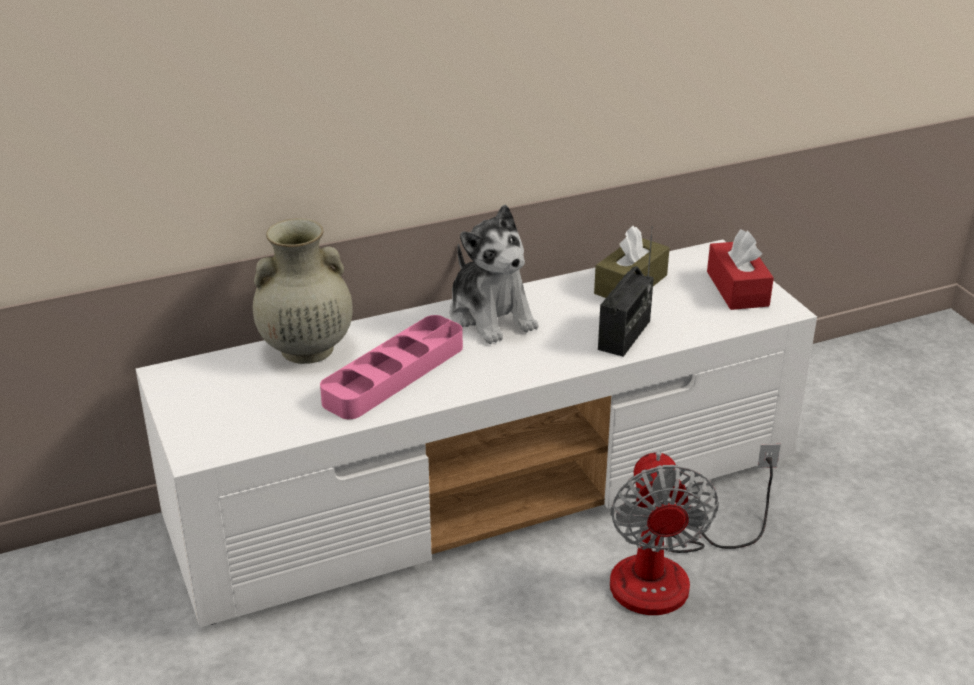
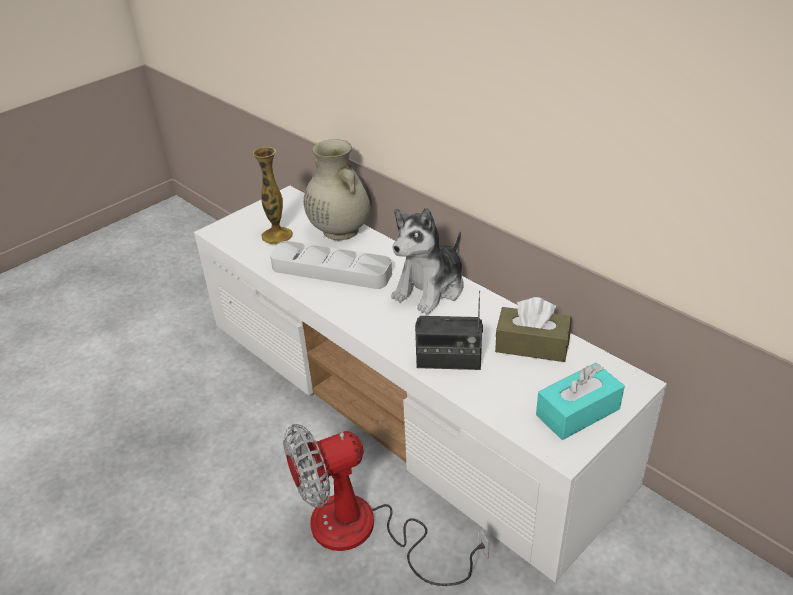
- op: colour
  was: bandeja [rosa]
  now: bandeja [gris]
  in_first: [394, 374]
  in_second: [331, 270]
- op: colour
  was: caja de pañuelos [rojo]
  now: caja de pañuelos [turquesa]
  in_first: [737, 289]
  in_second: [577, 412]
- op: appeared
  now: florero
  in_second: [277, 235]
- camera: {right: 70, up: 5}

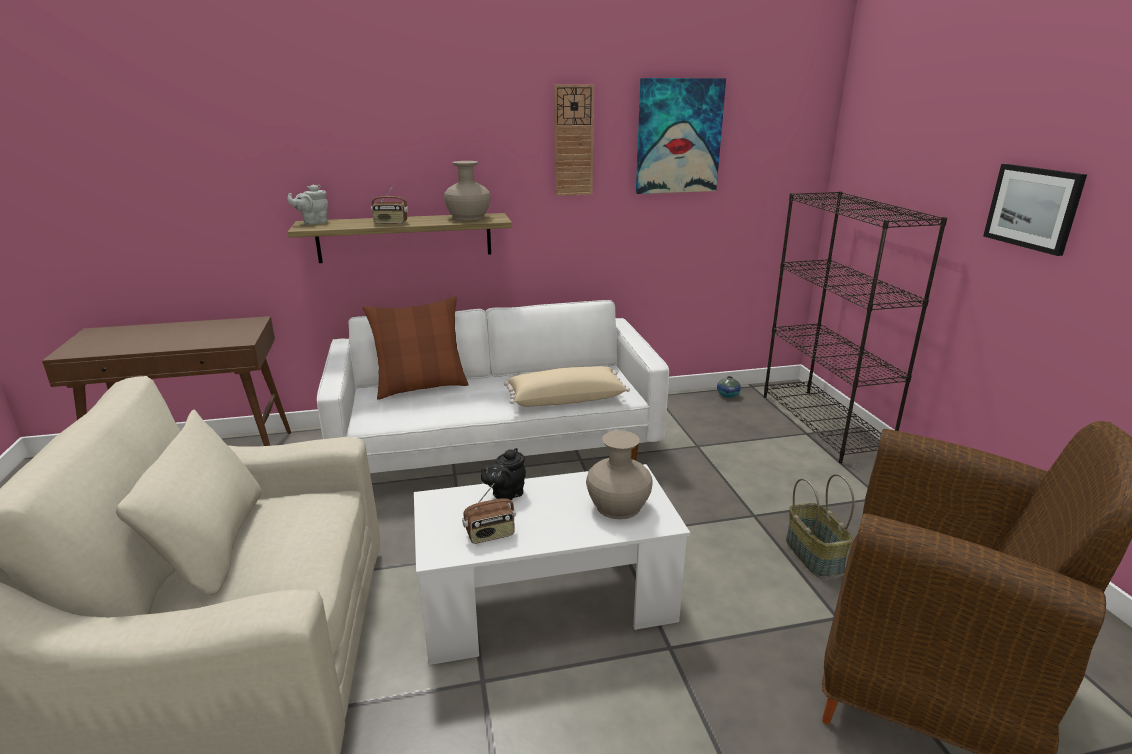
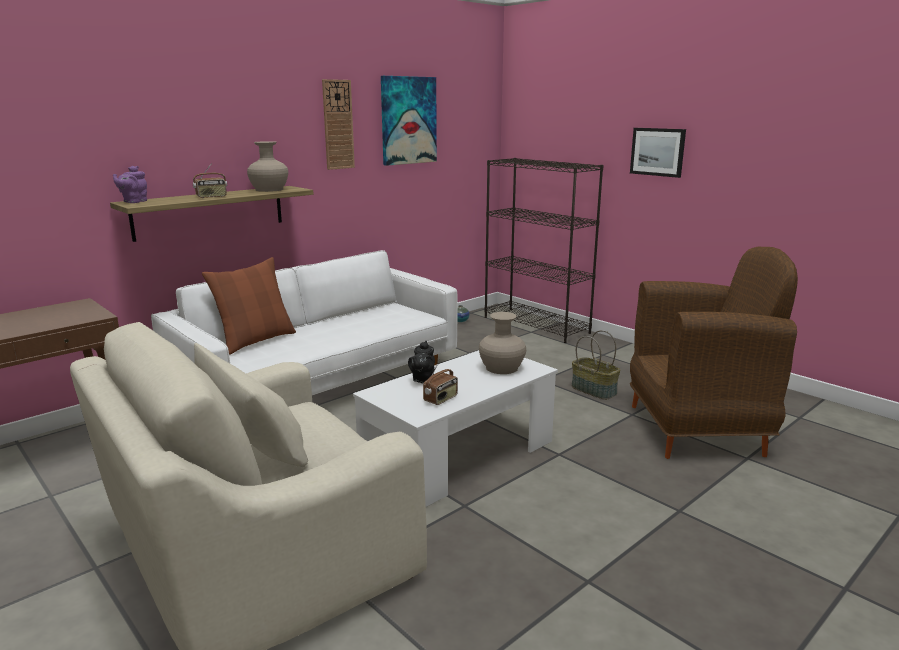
- op: colour
  was: tetera [gris]
  now: tetera [morado]
  in_first: [313, 222]
  in_second: [133, 201]
- op: missing
  was: cojín [beis]
  in_first: [565, 399]
- camera: {right: -30, up: -5}

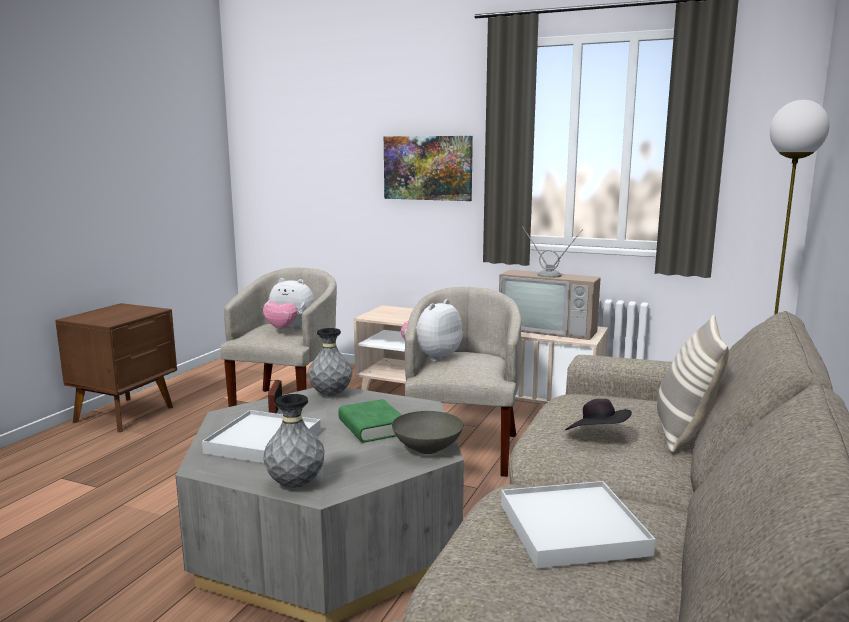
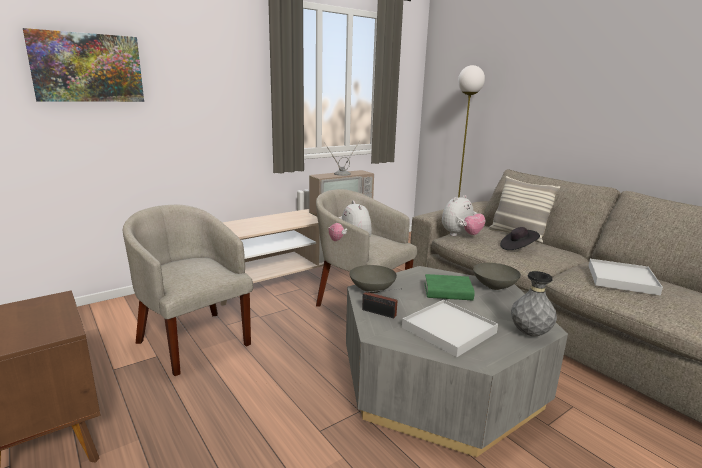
- op: relocated
  was: peluche
  in_first: [289, 330]
  in_second: [460, 235]
- op: exchanged
  was: florero [gris]
  now: cuenco [gris]
  in_first: [331, 394]
  in_second: [372, 290]
- op: relocated
  was: cuadro
  in_first: [428, 168]
  in_second: [87, 68]
- camera: {right: -60, up: 5}

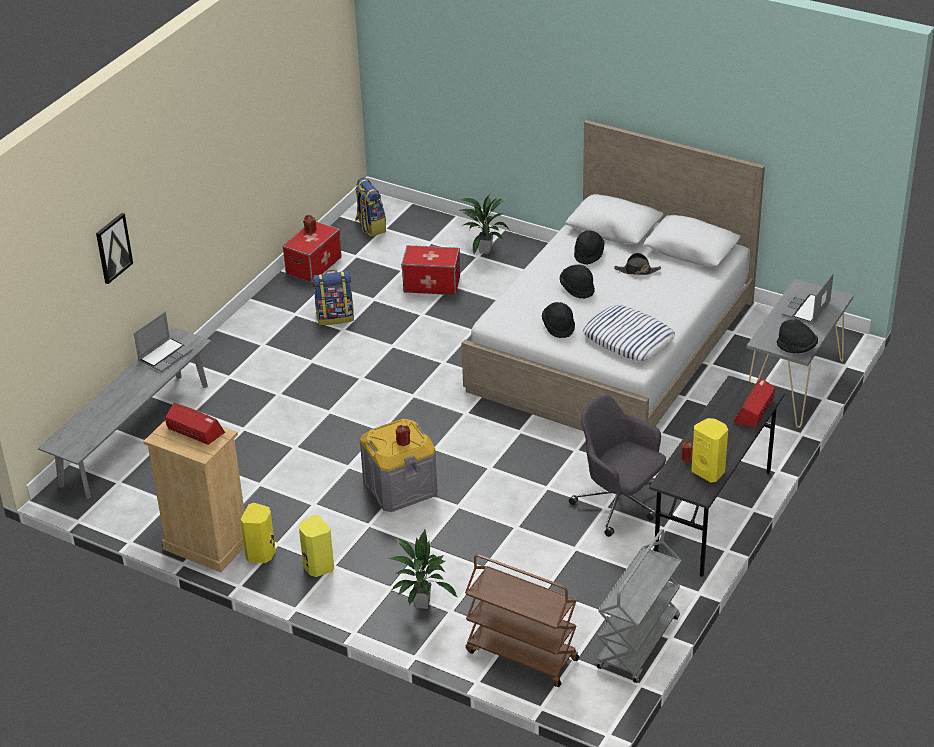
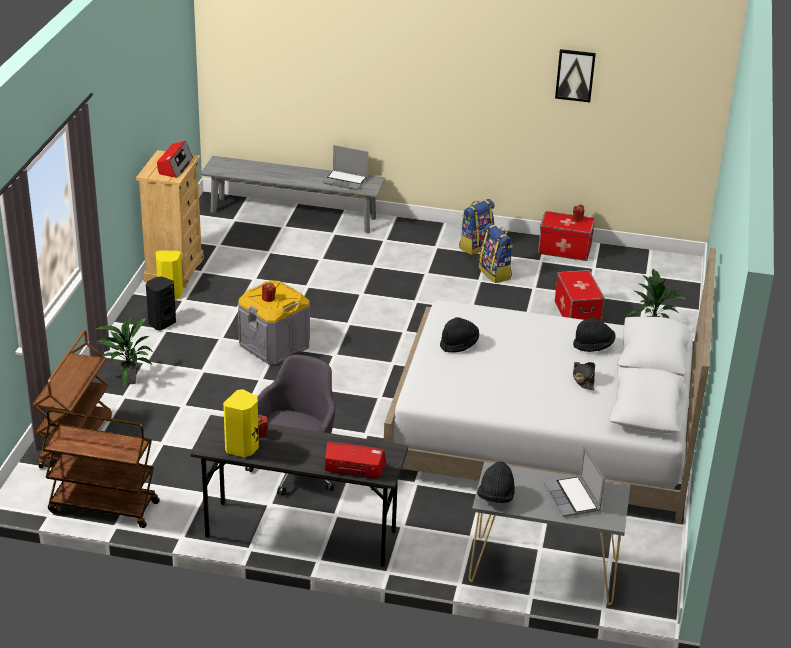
- op: relocated
  was: cuadro
  in_first: [113, 248]
  in_second: [575, 75]
- op: colour
  was: altavoz [amarillo]
  now: altavoz [negro]
  in_first: [317, 567]
  in_second: [161, 323]
- op: relocated
  was: mochila
  in_first: [370, 227]
  in_second: [476, 246]
- op: missing
  was: sombrero [negro]
  in_first: [577, 289]
- op: missing
  was: cojín
  in_first: [628, 339]
- op: colour
  was: carrito [gris]
  now: carrito [marrón]
  in_first: [638, 644]
  in_second: [103, 507]
- op: spun
  was: portátil
  in_first: [806, 310]
  in_second: [573, 498]
  clockwise: -120
- camera: {right: 70, up: -5}

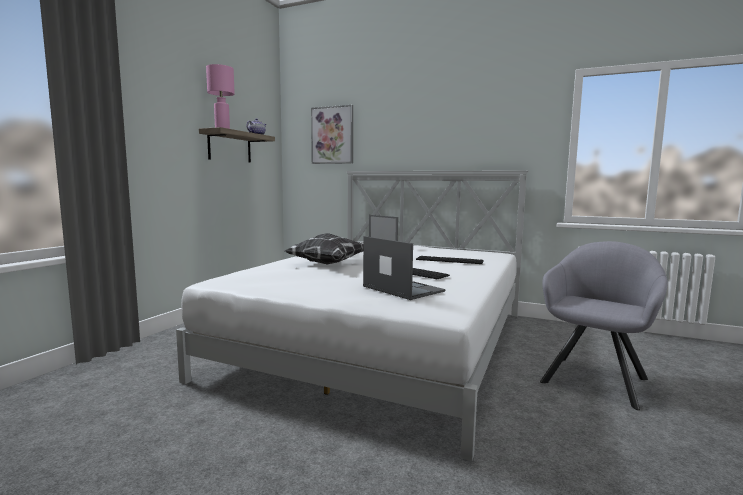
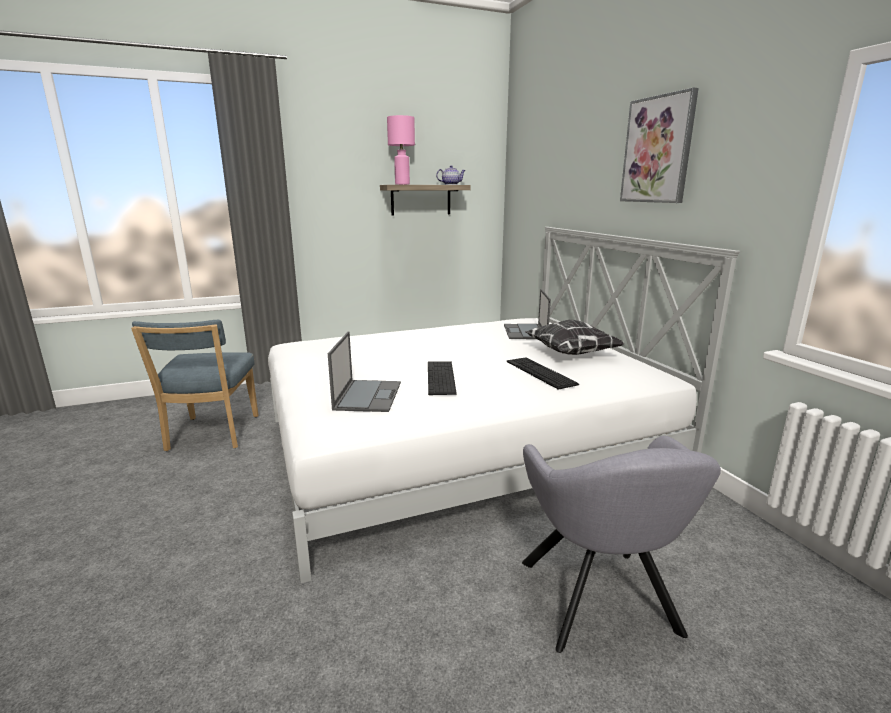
- op: relocated
  was: cojín
  in_first: [327, 264]
  in_second: [571, 353]
- op: relocated
  was: cuadro
  in_first: [332, 135]
  in_second: [657, 150]
- op: spun
  was: sillón [gris]
  in_first: [596, 378]
  in_second: [600, 603]
  clockwise: 90
- op: appeared
  now: silla [azul]
  in_second: [211, 435]
- camera: {right: 45, up: 10}

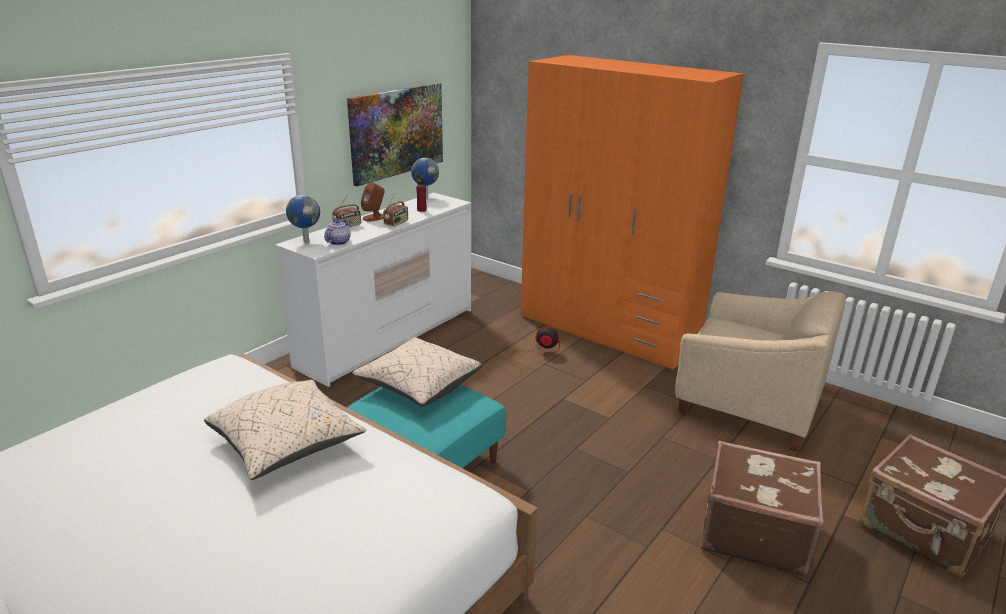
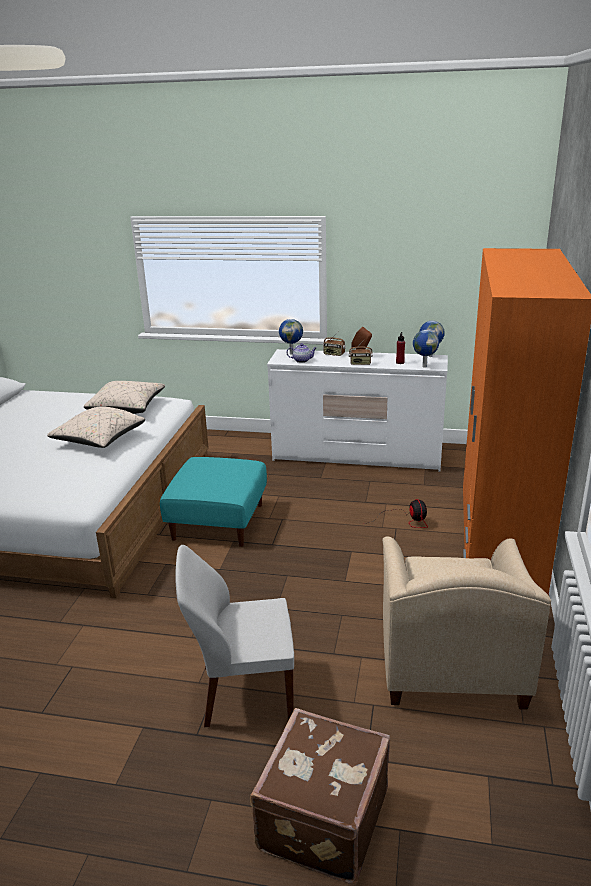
- op: missing
  was: cuadro
  in_first: [397, 132]
- op: relocated
  was: cojín [beis]
  in_first: [419, 385]
  in_second: [127, 408]
- op: exchanged
  was: maleta [marrón]
  now: silla [blanco]
  in_first: [753, 532]
  in_second: [243, 691]
- op: appeared
  now: globo terráqueo
  in_second: [424, 366]
- camera: {right: 65, up: 0}

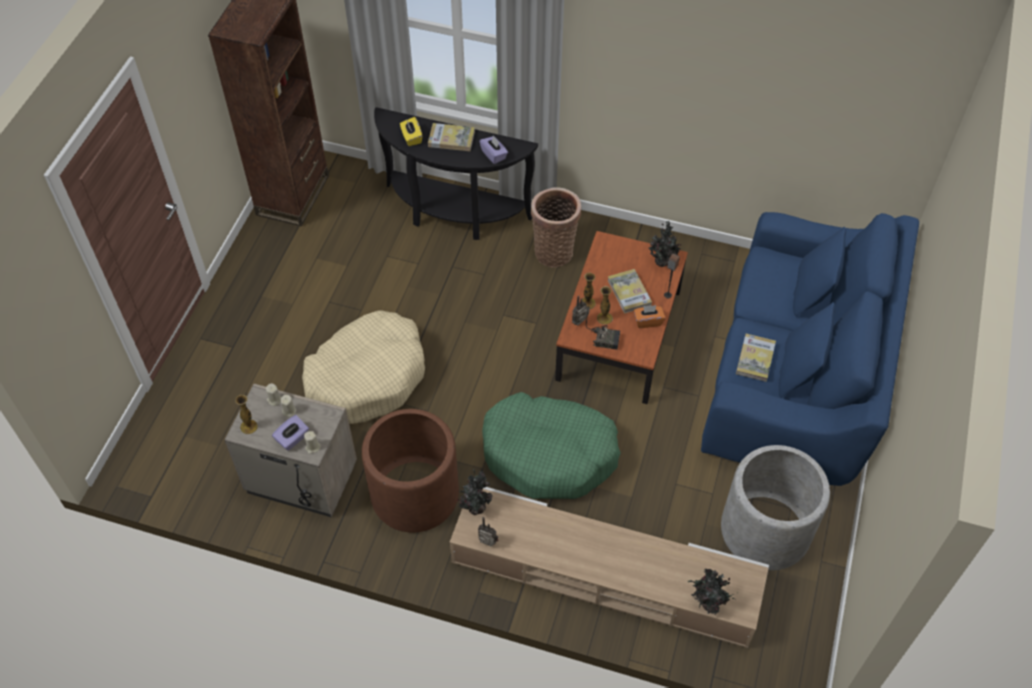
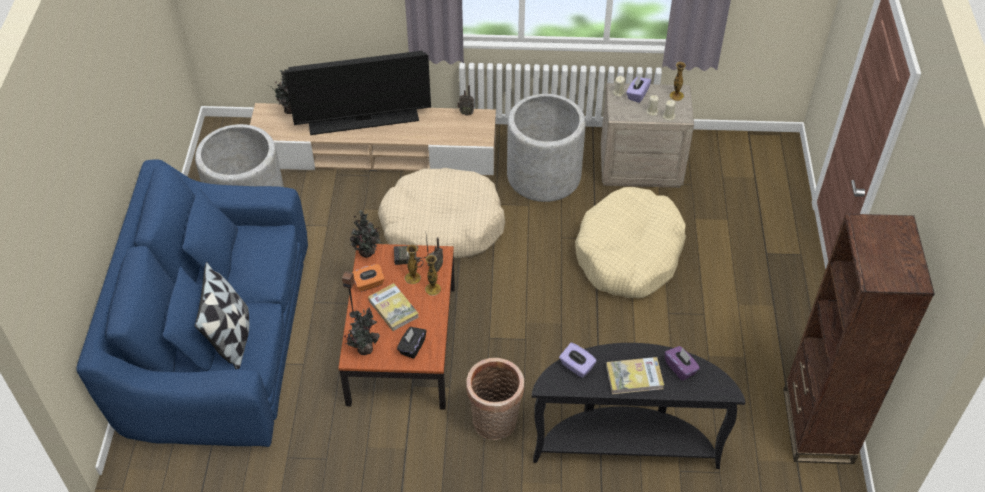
- op: colour
  was: maceta [marrón]
  now: maceta [gris]
  in_first: [414, 494]
  in_second: [544, 175]
- op: colour
  was: caja de pañuelos [amarillo]
  now: caja de pañuelos [morado]
  in_first: [411, 138]
  in_second: [680, 368]
- op: relocated
  was: planta en maceta
  in_first: [475, 507]
  in_second: [367, 253]
- op: colour
  was: cama para perro [verde]
  now: cama para perro [beis]
  in_first: [549, 454]
  in_second: [442, 226]
- op: missing
  was: libro
  in_first: [755, 359]
- op: appeared
  now: cojín
  in_second: [231, 338]
- op: appeared
  now: televisor
  in_second: [364, 121]
- op: appeared
  now: caja de pañuelos [negro]
  in_second: [412, 347]
- camera: {right: 165, up: -5}

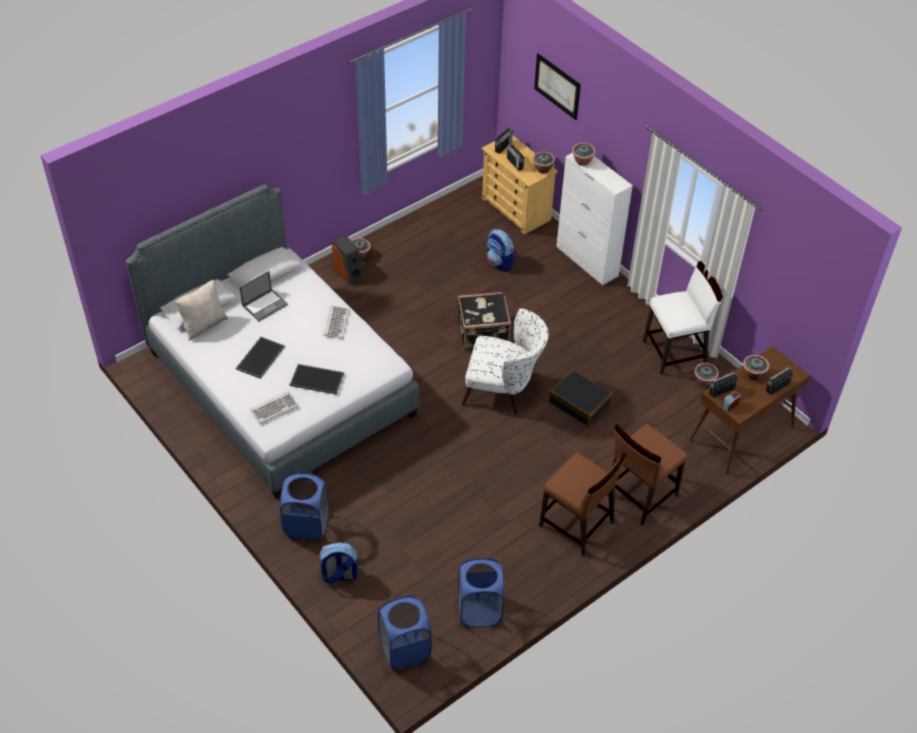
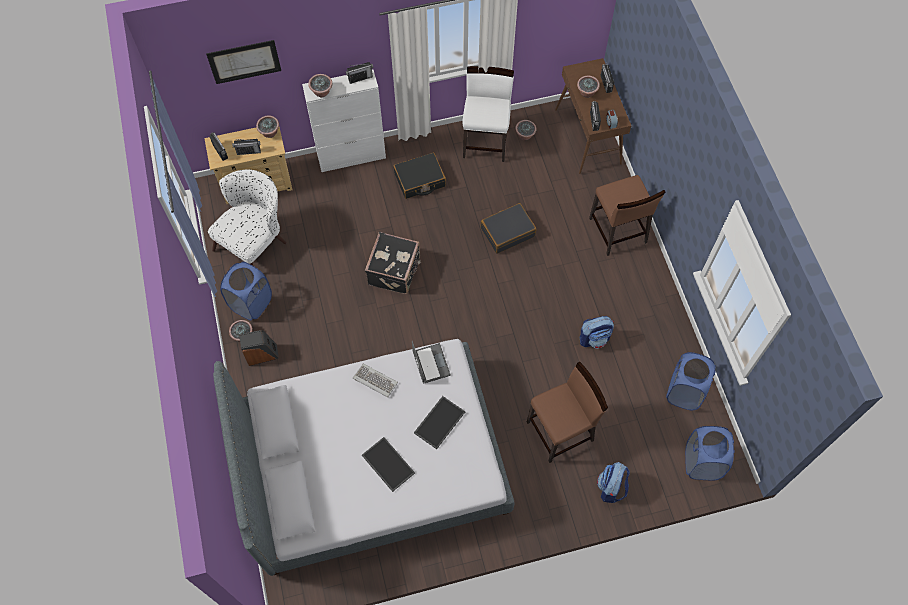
- op: missing
  was: cojín [beis]
  in_first: [203, 325]
- op: relocated
  was: portátil
  in_first: [265, 305]
  in_second: [431, 363]
- op: missing
  was: teclado
  in_first: [274, 408]
- op: relocated
  was: cesto de la ropa [azul]
  in_first: [306, 525]
  in_second: [251, 303]
- op: relocated
  was: sillón [blanco]
  in_first: [503, 389]
  in_second: [255, 241]
- op: relocated
  was: mochila
  in_first: [500, 263]
  in_second: [594, 338]
- op: relocated
  was: silla [marrón]
  in_first: [576, 525]
  in_second: [561, 431]
- op: appeared
  now: radio
  in_second: [360, 78]
- op: appeared
  now: maleta [negro]
  in_second: [420, 180]
- camera: {right: -65, up: 15}

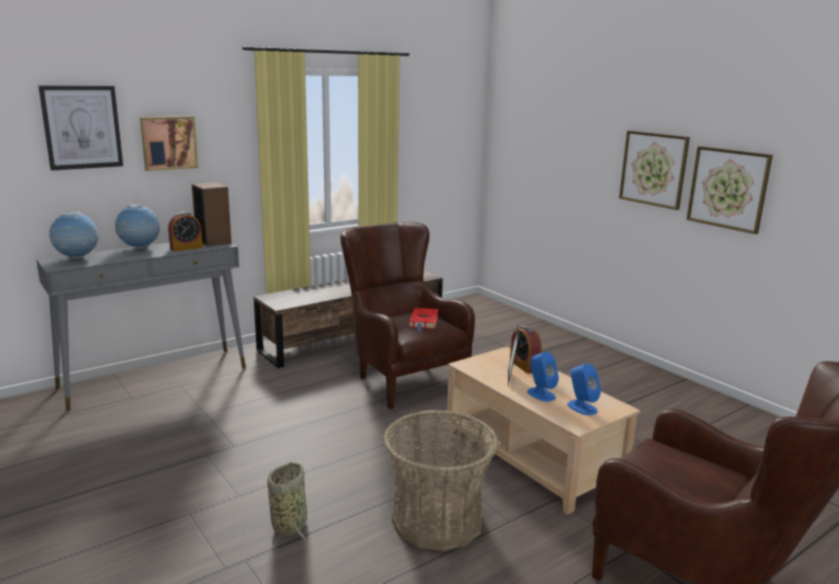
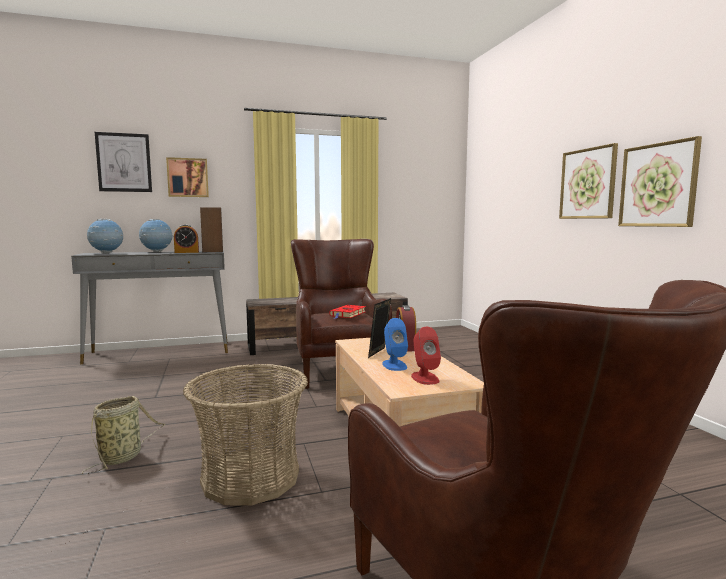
- op: colour
  was: altavoz [azul]
  now: altavoz [rojo]
  in_first: [581, 407]
  in_second: [425, 378]
- camera: {right: 20, up: -10}

